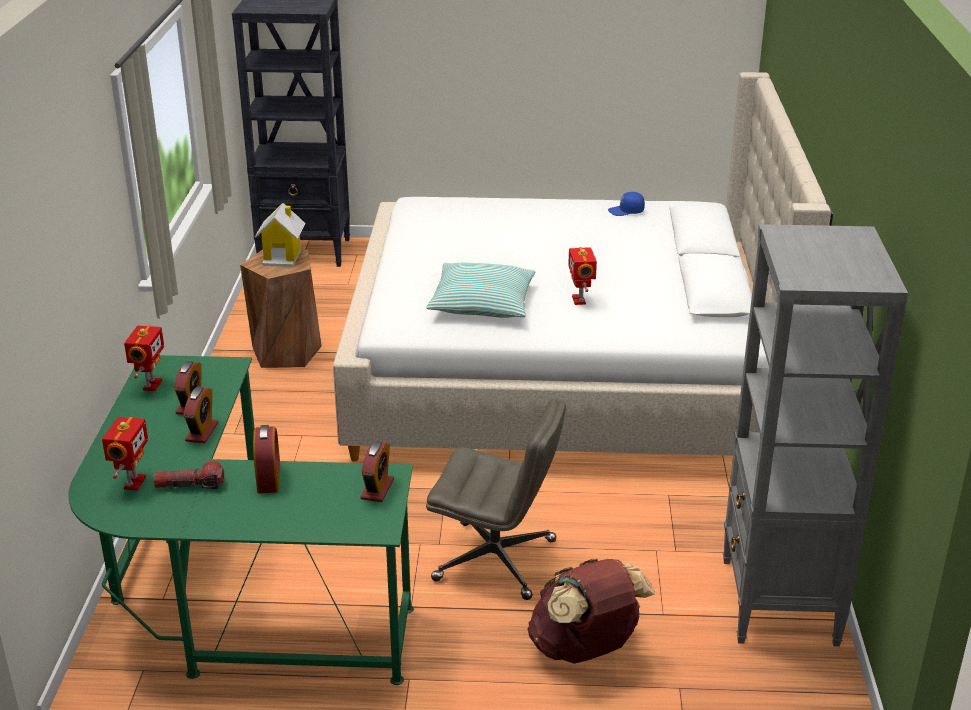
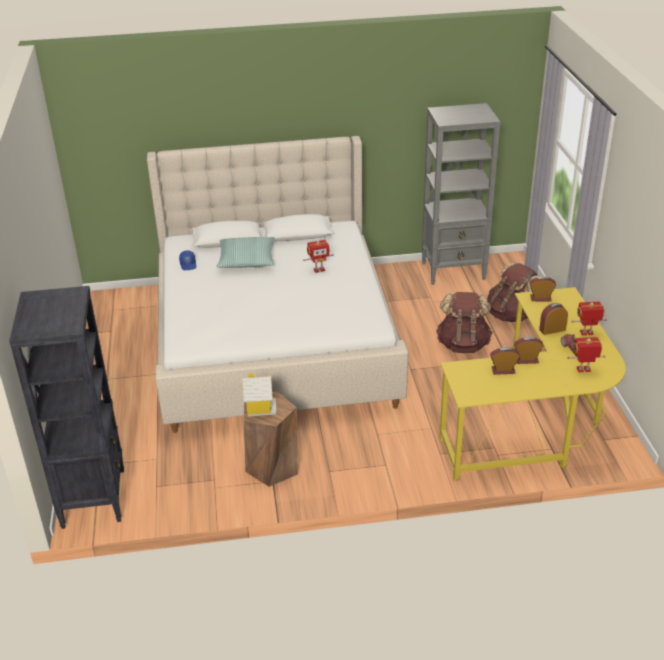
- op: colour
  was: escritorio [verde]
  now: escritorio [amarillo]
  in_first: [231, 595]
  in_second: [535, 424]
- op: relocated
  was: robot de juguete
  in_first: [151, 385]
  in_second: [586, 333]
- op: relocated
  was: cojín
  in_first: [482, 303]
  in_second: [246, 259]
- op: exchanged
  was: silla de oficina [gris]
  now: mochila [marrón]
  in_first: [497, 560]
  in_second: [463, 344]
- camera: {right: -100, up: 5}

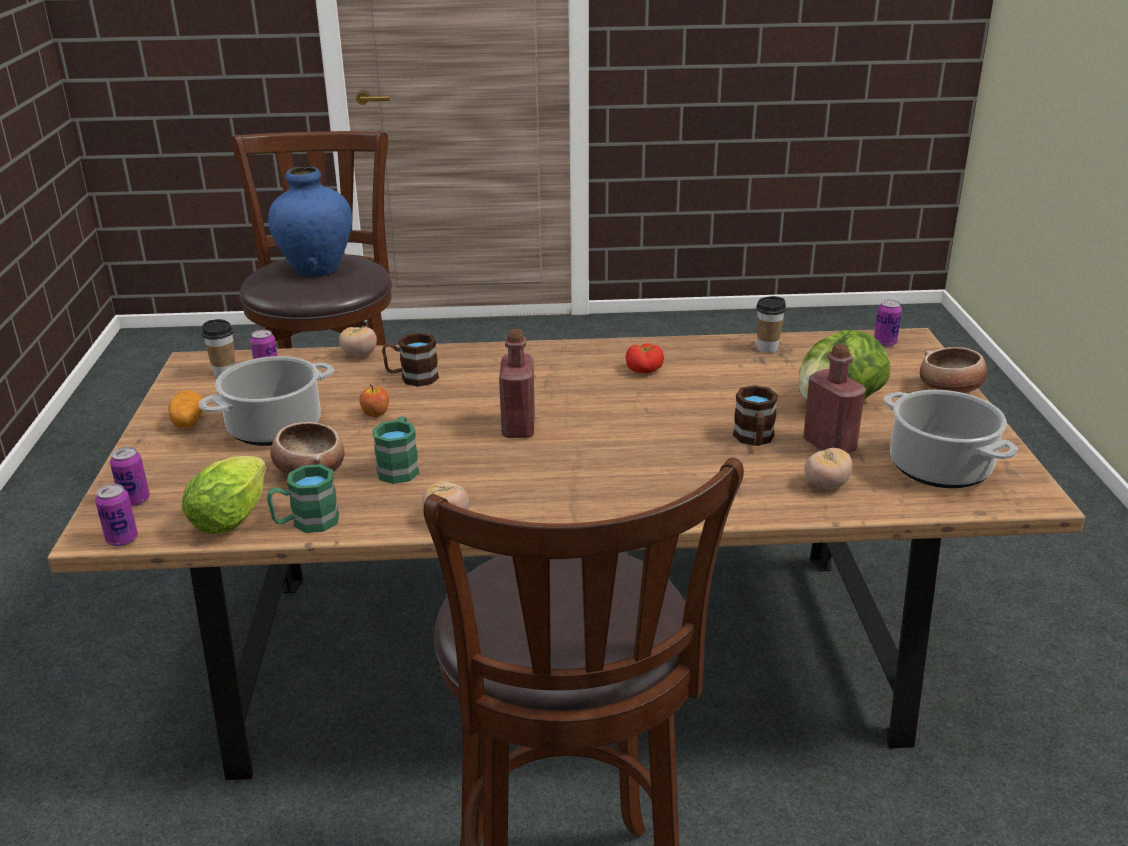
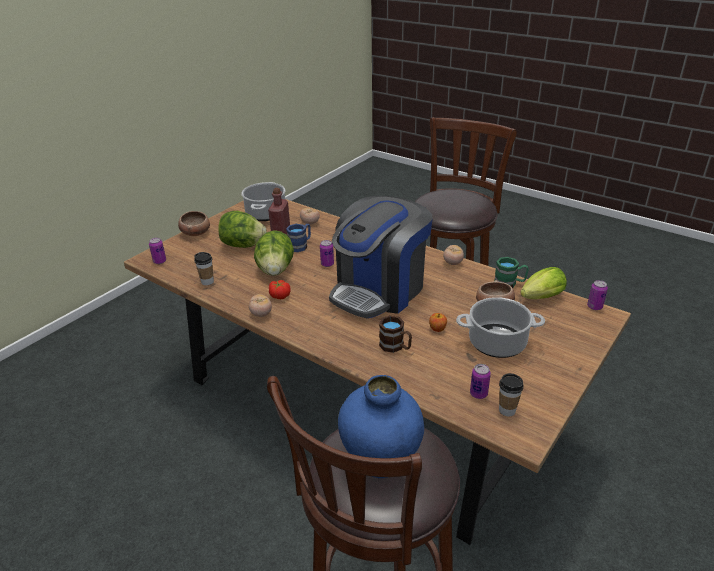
- op: relocated
  was: lata
  in_first: [135, 500]
  in_second: [327, 264]
- op: missing
  was: patata
  in_first: [188, 421]
- op: relocated
  was: tomate
  in_first: [359, 355]
  in_second: [261, 314]
- op: missing
  was: taza grande [verde]
  in_first: [400, 467]
- op: exchanged
  was: botella [rojo]
  now: cafetera
  in_first: [518, 427]
  in_second: [379, 290]
- op: colour
  was: taza grande [marrón]
  now: taza grande [azul]
  in_first: [754, 440]
  in_second: [300, 245]
- op: appeared
  now: lechuga
  in_second: [276, 270]
- camera: {right: -140, up: 5}

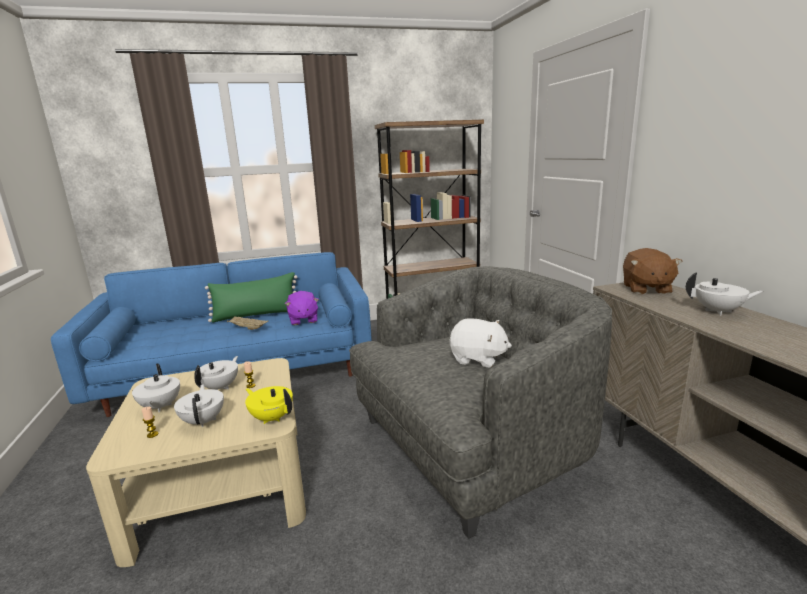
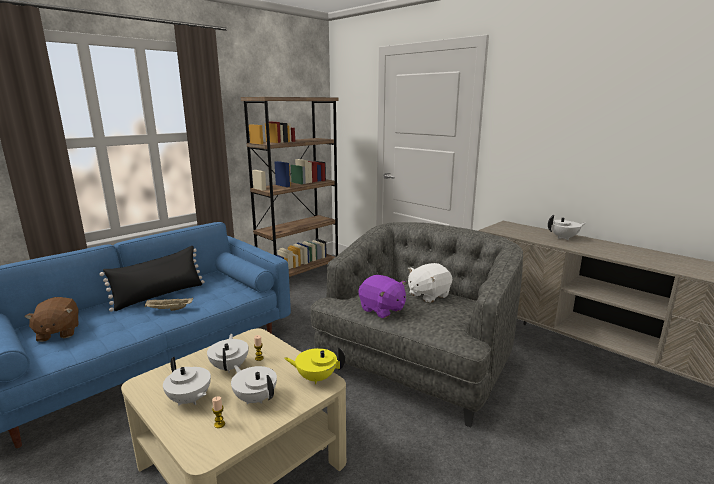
- op: colour
  was: cojín [verde]
  now: cojín [negro]
  in_first: [256, 315]
  in_second: [159, 295]
- op: relocated
  was: peluche [morado]
  in_first: [303, 320]
  in_second: [382, 310]
- op: spun
  was: peluche [blanco]
  in_first: [478, 359]
  in_second: [428, 295]
  clockwise: 150
- op: relocated
  was: peluche [marrón]
  in_first: [645, 289]
  in_second: [58, 333]
- camera: {right: -30, up: 0}

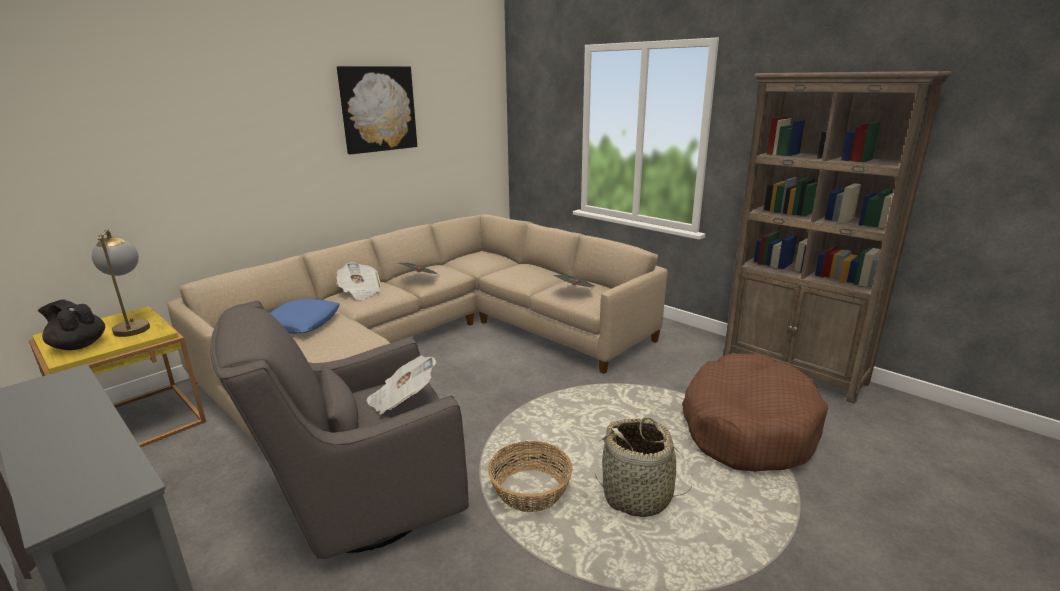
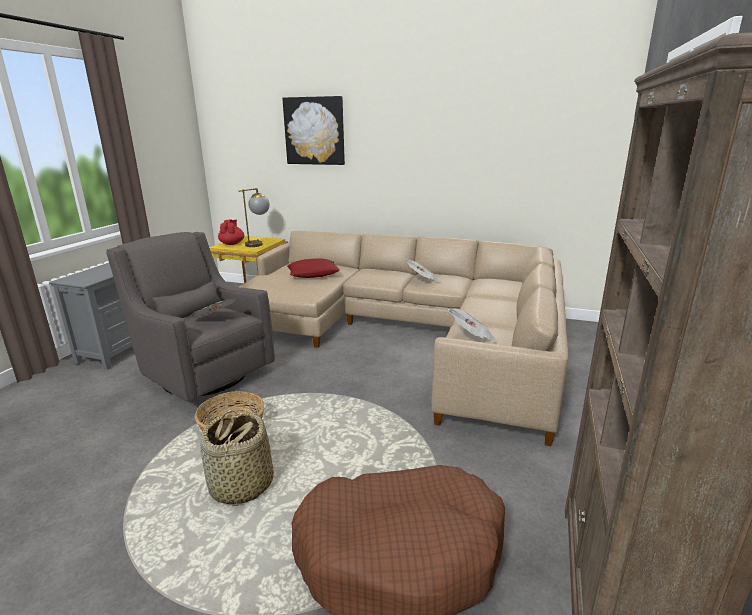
- op: colour
  was: tetera [negro]
  now: tetera [rojo]
  in_first: [78, 345]
  in_second: [232, 244]
- op: colour
  was: cojín [azul]
  now: cojín [rojo]
  in_first: [301, 323]
  in_second: [313, 273]
- op: relocated
  was: cuadro
  in_first: [378, 109]
  in_second: [314, 131]
- op: missing
  was: periódico
  in_first: [360, 292]
- camera: {right: 65, up: 0}

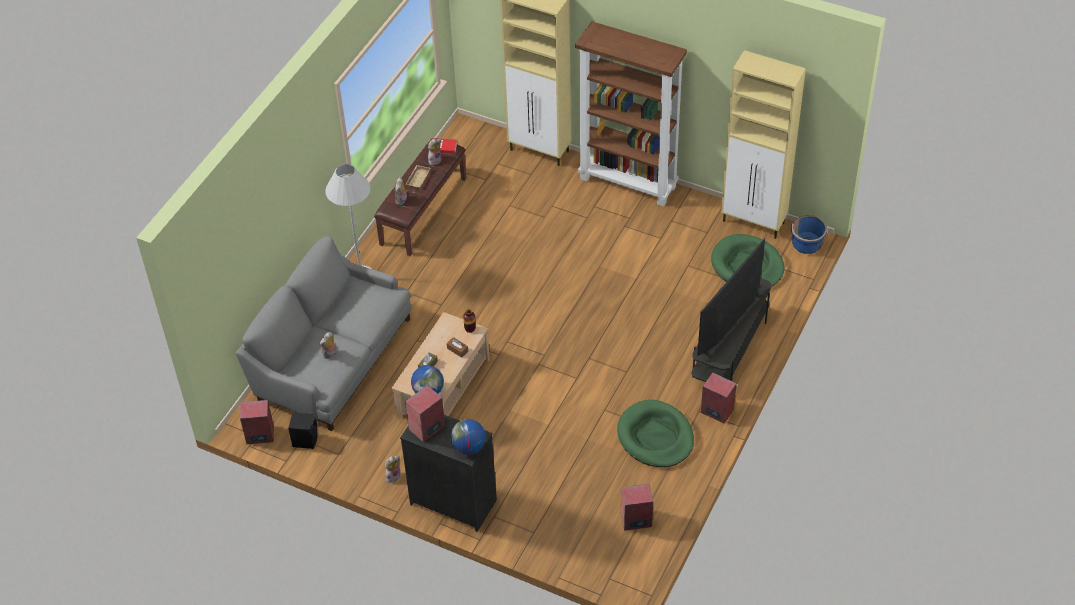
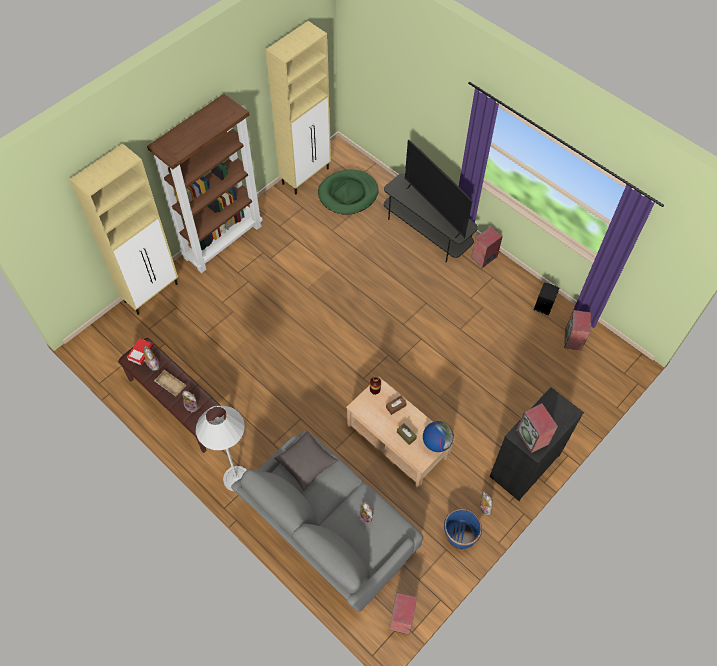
- op: relocated
  was: altavoz [negro]
  in_first: [305, 439]
  in_second: [543, 305]
- op: missing
  was: globo terráqueo
  in_first: [469, 447]
- op: missing
  was: cama para perro [verde]
  in_first: [655, 437]
- op: relocated
  was: maceta [azul]
  in_first: [806, 244]
  in_second: [460, 534]
- op: appeared
  now: cojín [gris]
  in_second: [306, 463]
- camera: {right: -75, up: 10}

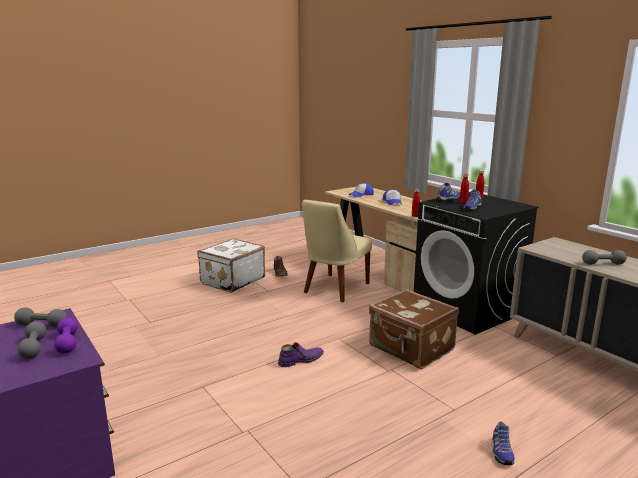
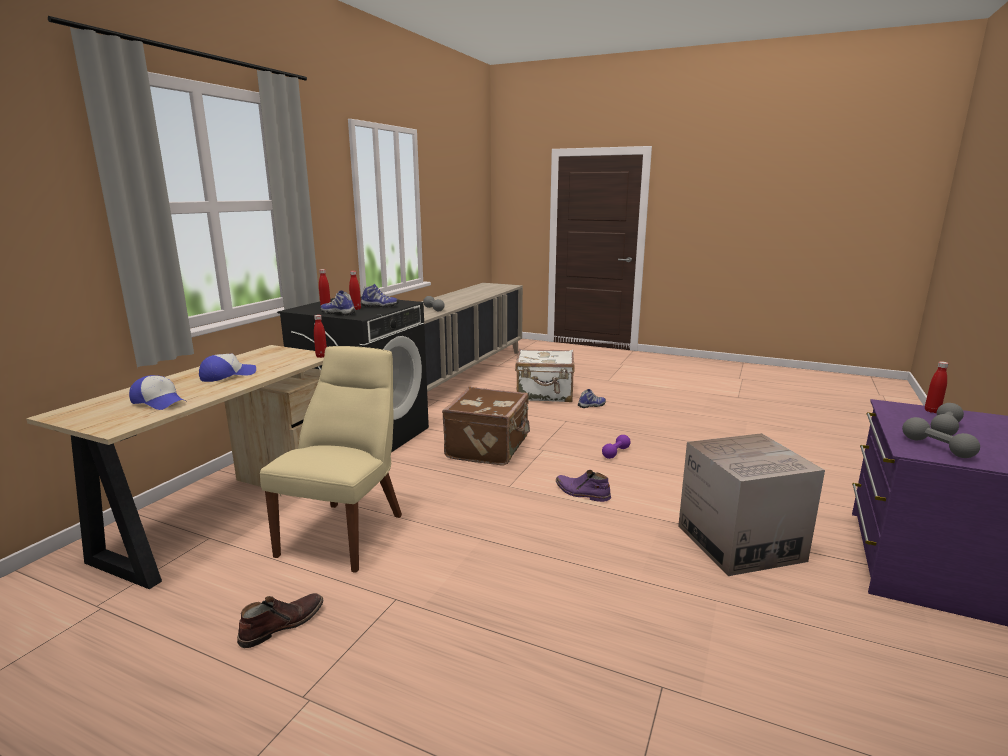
- op: relocated
  was: mancuerna [morado]
  in_first: [67, 343]
  in_second: [616, 453]
- op: relocated
  was: maleta [blanco]
  in_first: [231, 280]
  in_second: [545, 394]
- op: spun
  was: silla [beis]
  in_first: [334, 289]
  in_second: [346, 532]
  clockwise: -75
- op: appeared
  now: caja de cartón
  in_second: [740, 543]
- op: appeared
  now: botella [rojo]
  in_second: [932, 411]
- camera: {right: -120, up: 0}

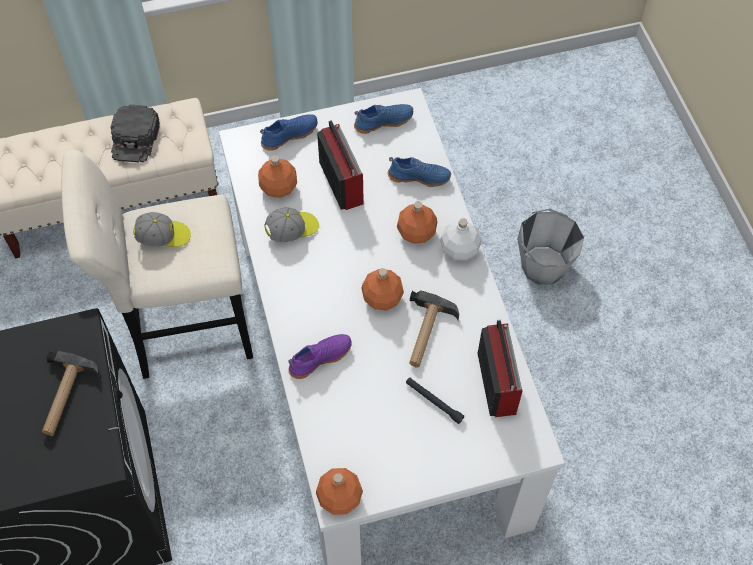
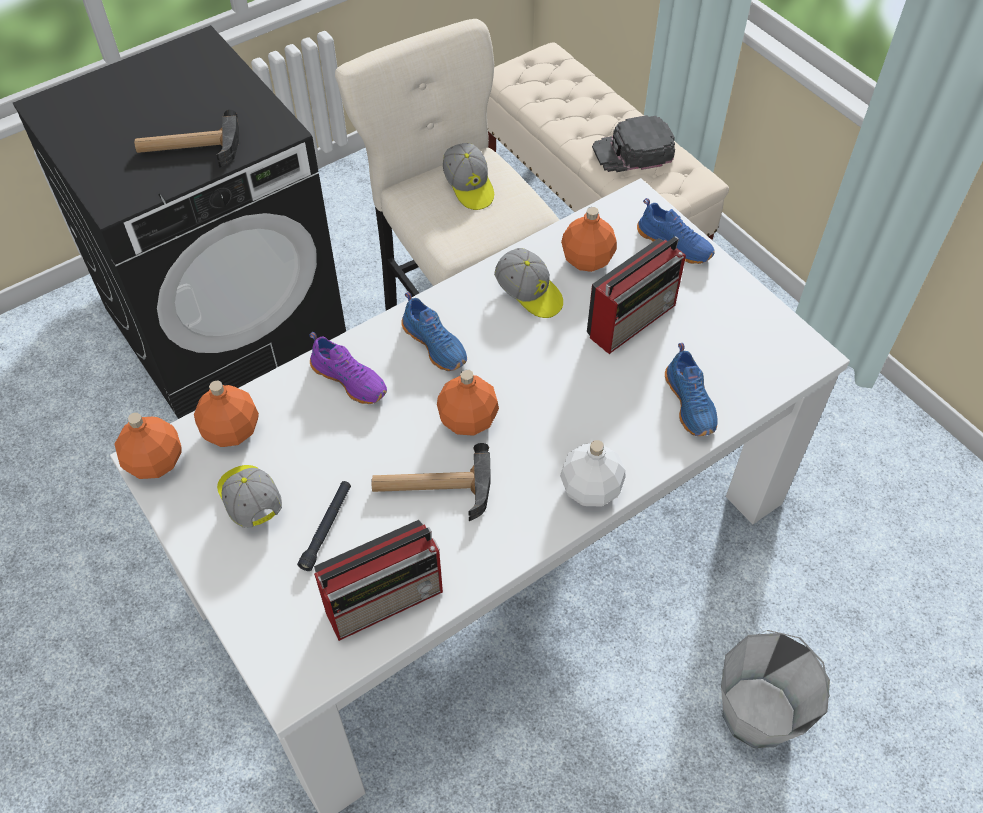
- op: relocated
  was: zapato [azul]
  in_first: [383, 121]
  in_second: [436, 344]
- op: relocated
  was: botella [naranja]
  in_first: [416, 233]
  in_second: [231, 430]
- op: appeared
  now: gorra
  in_second: [250, 500]
- camera: {right: 70, up: -5}

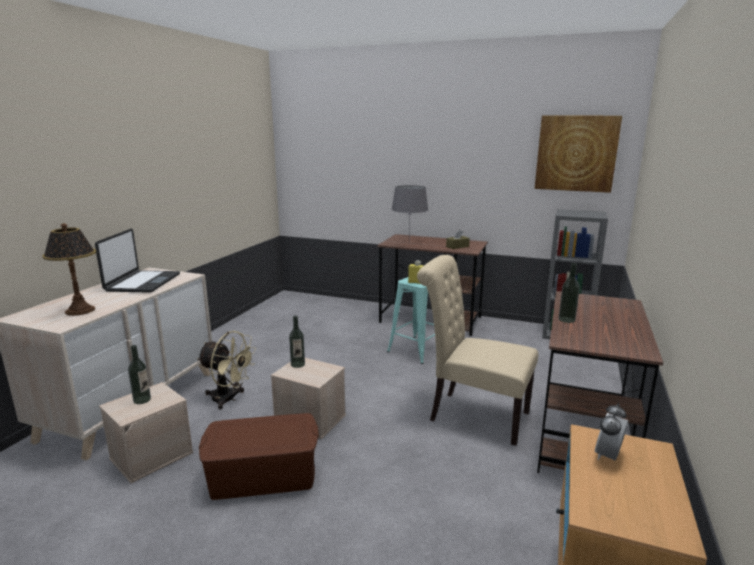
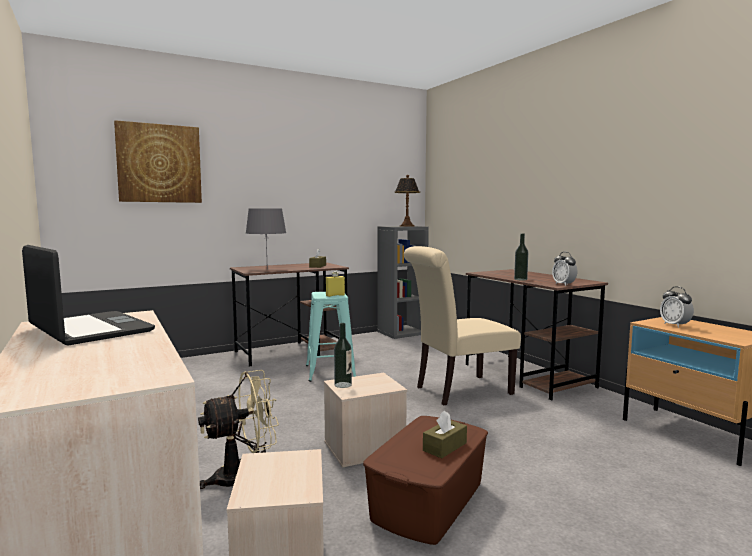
- op: relocated
  was: lámpara de mesa
  in_first: [80, 310]
  in_second: [406, 226]
- op: missing
  was: botella
  in_first: [142, 400]
- op: relocated
  was: cuadro
  in_first: [576, 153]
  in_second: [159, 163]
- op: appeared
  now: caja de pañuelos [marrón]
  in_second: [444, 447]
- op: appeared
  now: despertador
  in_second: [563, 284]
- camera: {right: -50, up: -10}

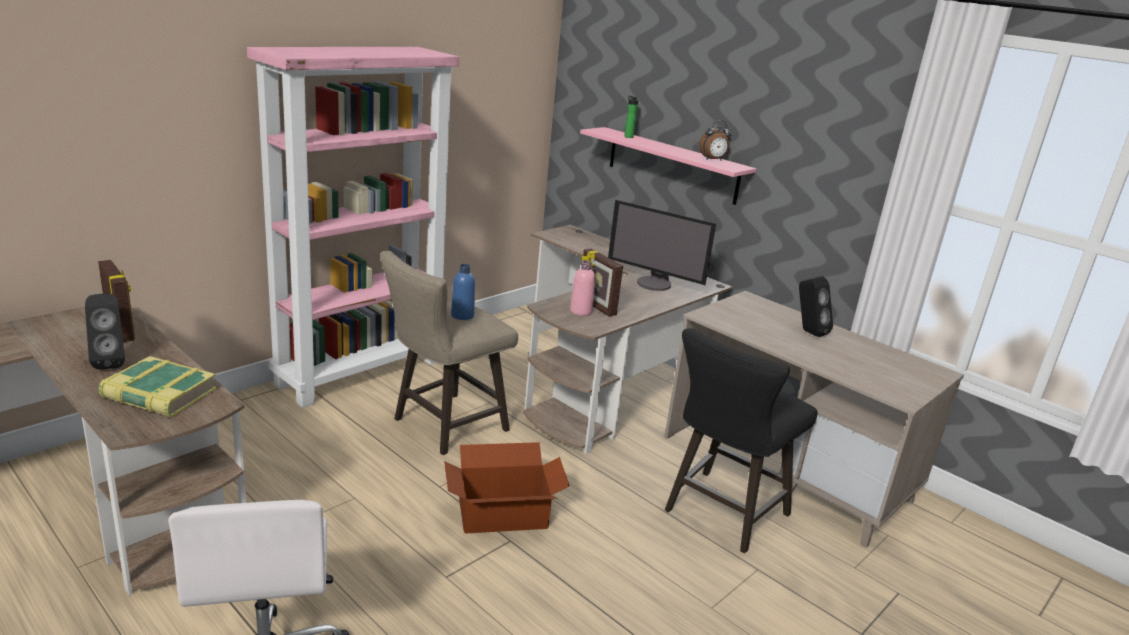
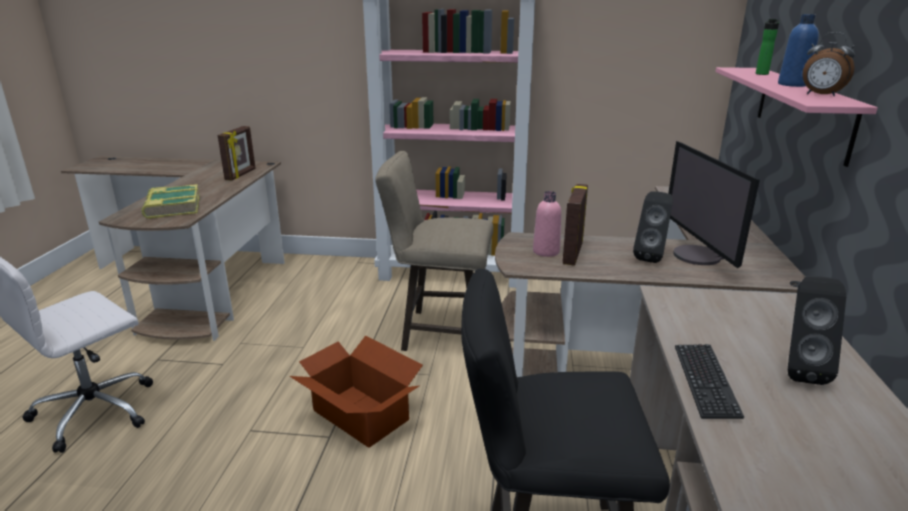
- op: relocated
  was: altavoz [negro]
  in_first: [110, 362]
  in_second: [650, 257]
- op: relocated
  was: botella [azul]
  in_first: [462, 315]
  in_second: [793, 84]
- op: appeared
  now: teclado
  in_second: [705, 381]
- camera: {right: 55, up: 0}

